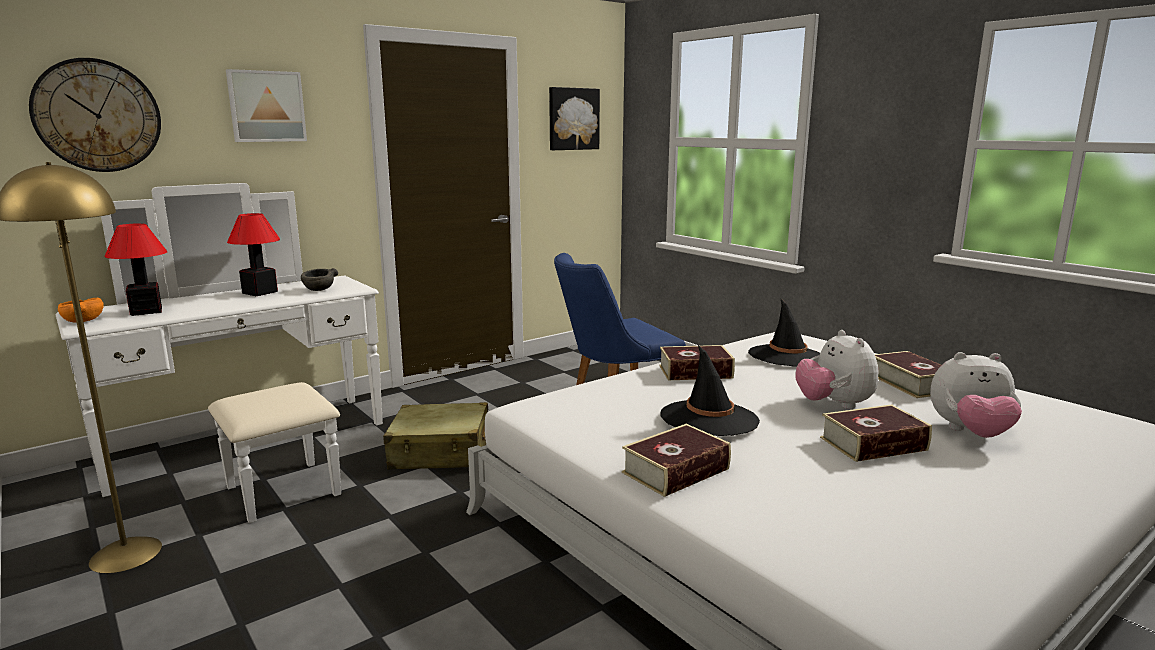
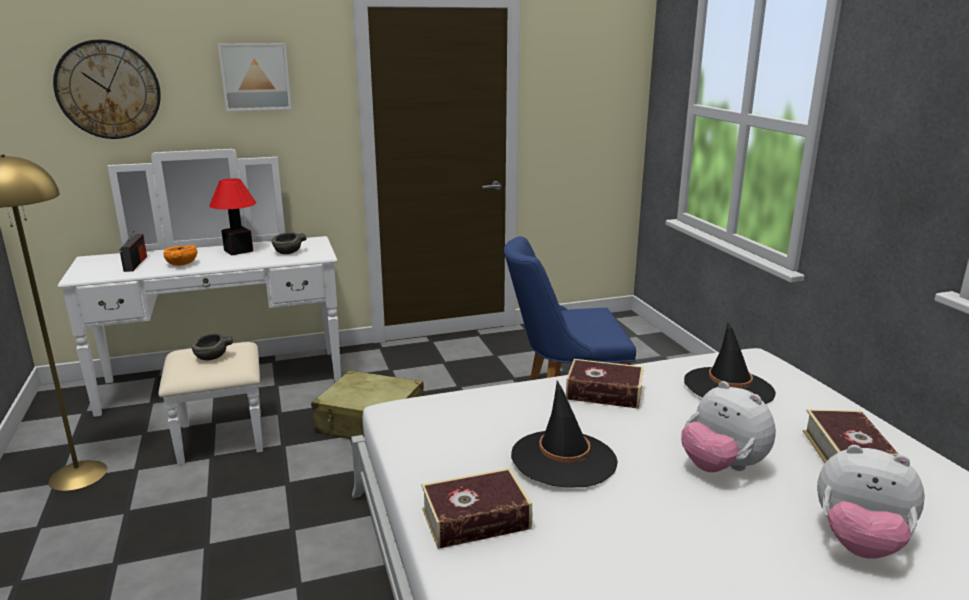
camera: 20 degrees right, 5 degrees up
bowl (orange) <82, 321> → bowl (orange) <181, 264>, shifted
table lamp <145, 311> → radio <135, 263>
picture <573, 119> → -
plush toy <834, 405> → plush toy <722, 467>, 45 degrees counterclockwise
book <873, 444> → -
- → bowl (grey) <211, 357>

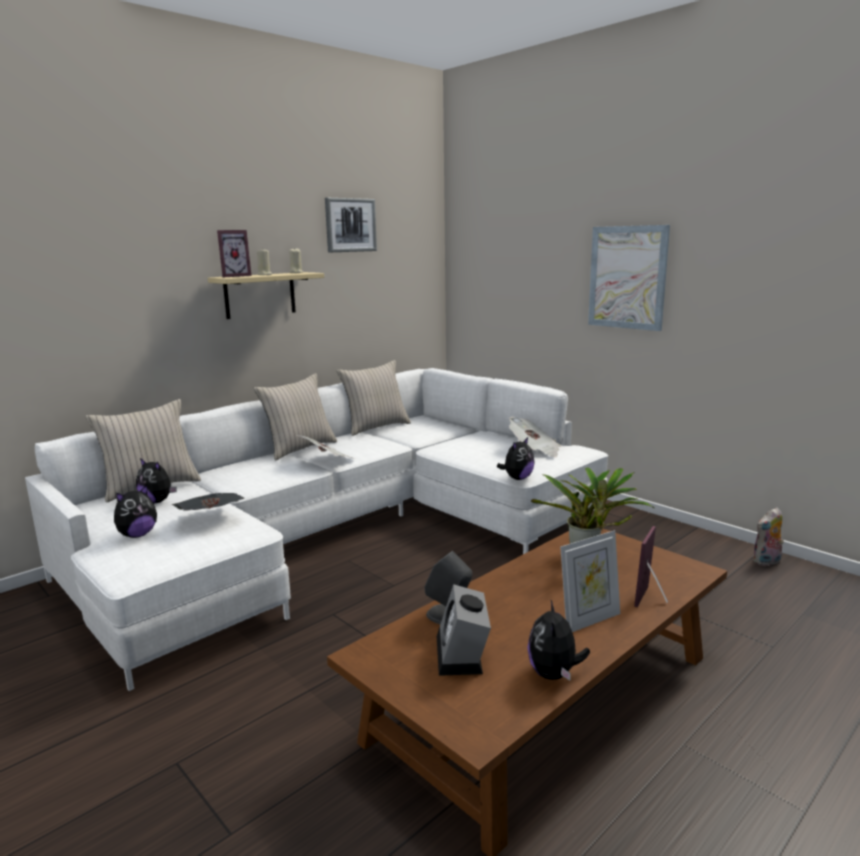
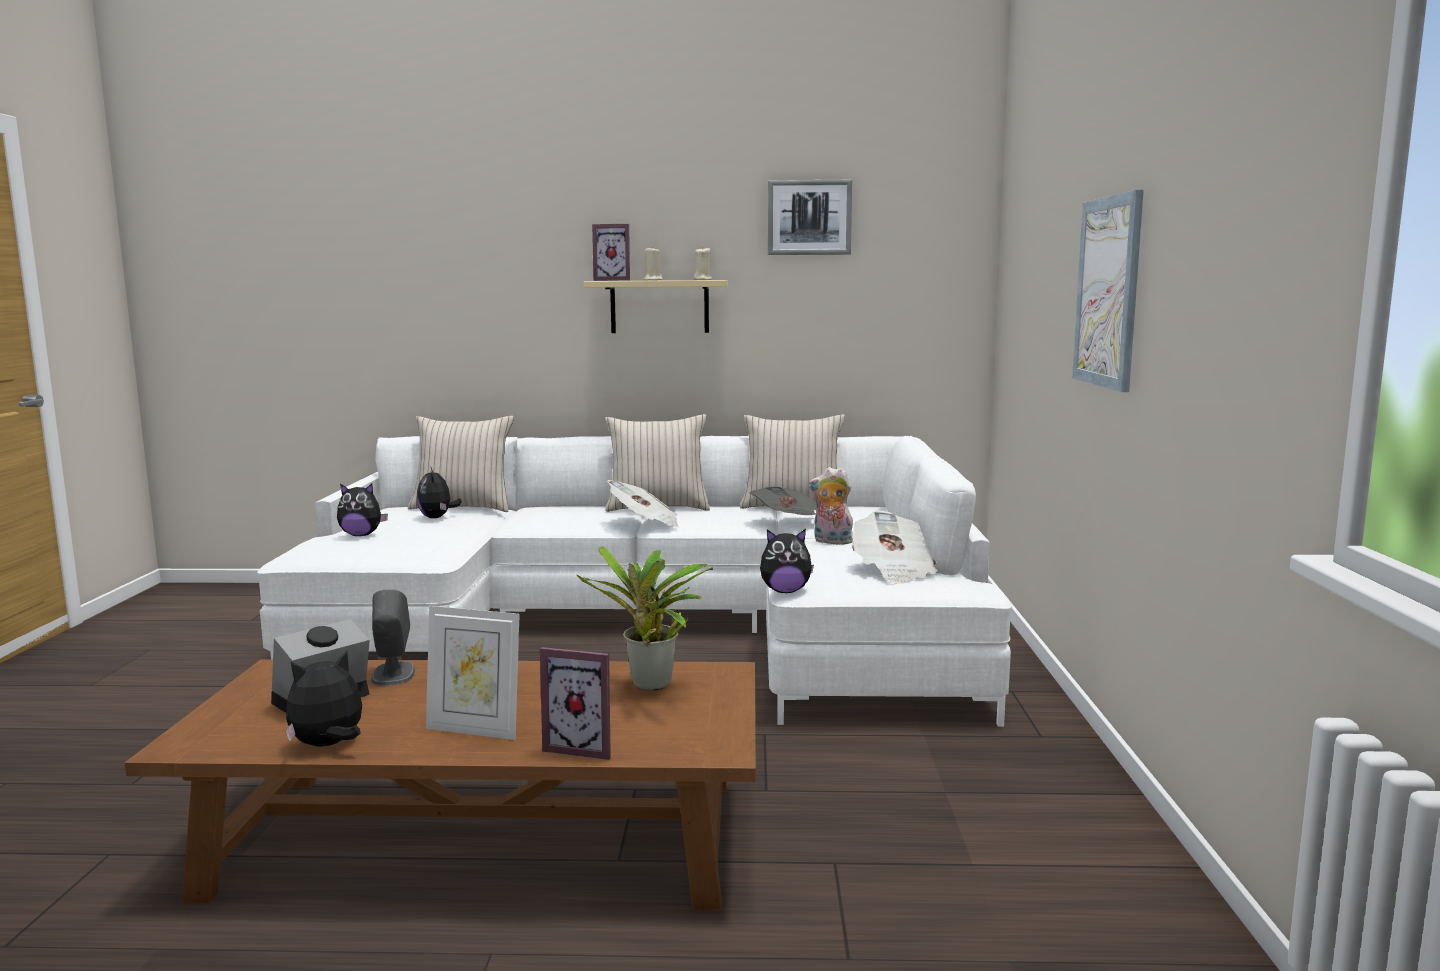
camera: 45 degrees right, 5 degrees down
newspaper <211, 519> → newspaper <788, 521>, shifted
picture frame <653, 599> → picture frame <583, 746>, 150 degrees counterclockwise
plush toy <767, 562> → plush toy <831, 542>, shifted

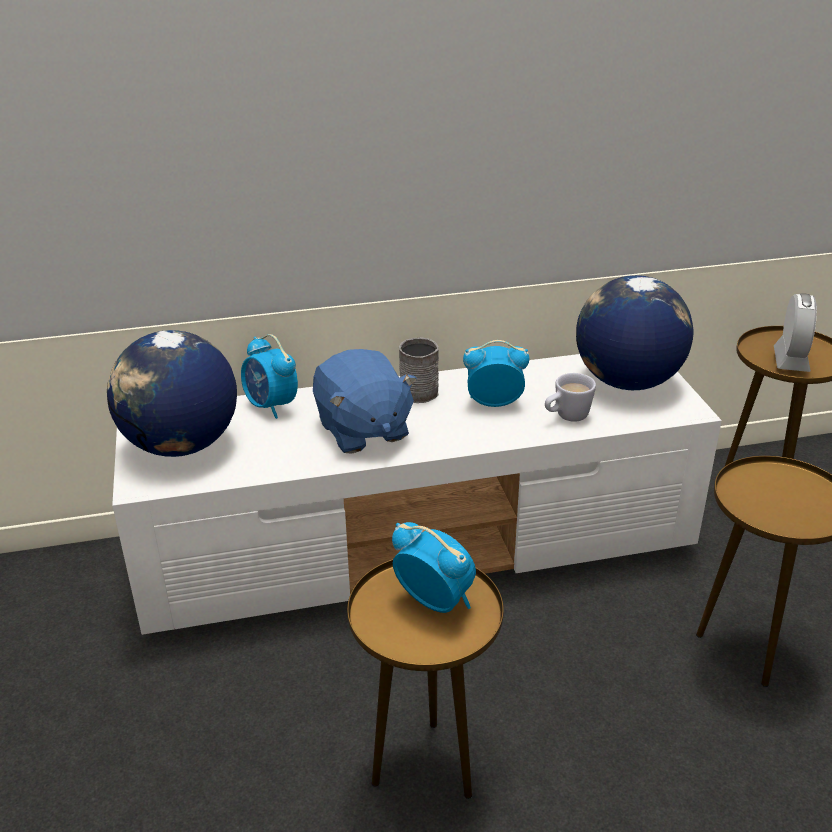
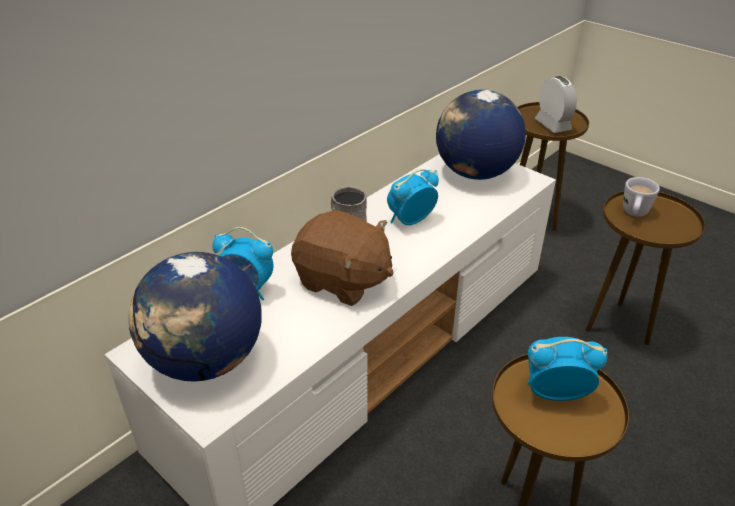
camera: 35 degrees left, 5 degrees up
plush toy (blue) <362, 430> → plush toy (brown) <343, 281>
mug (white) <566, 417> → mug (white) <634, 214>, shifted

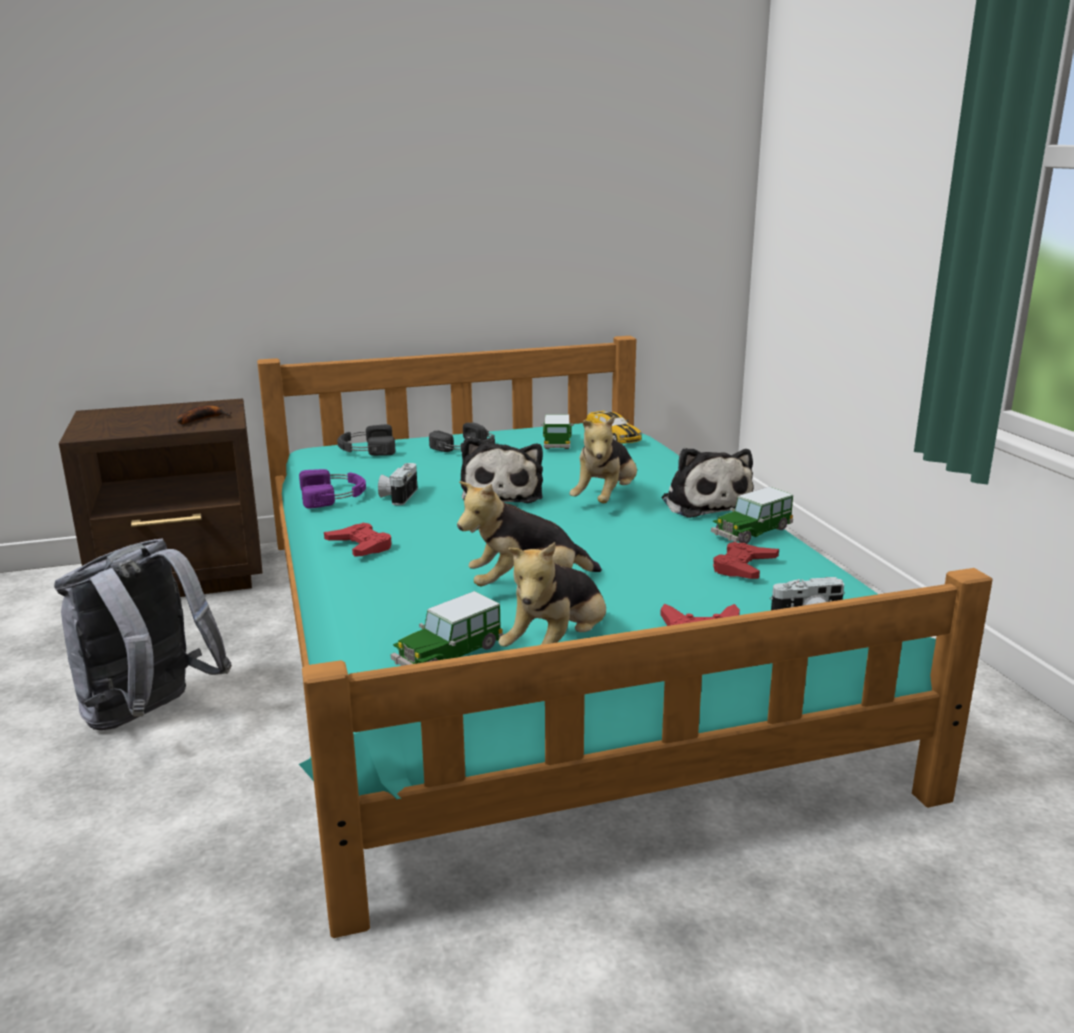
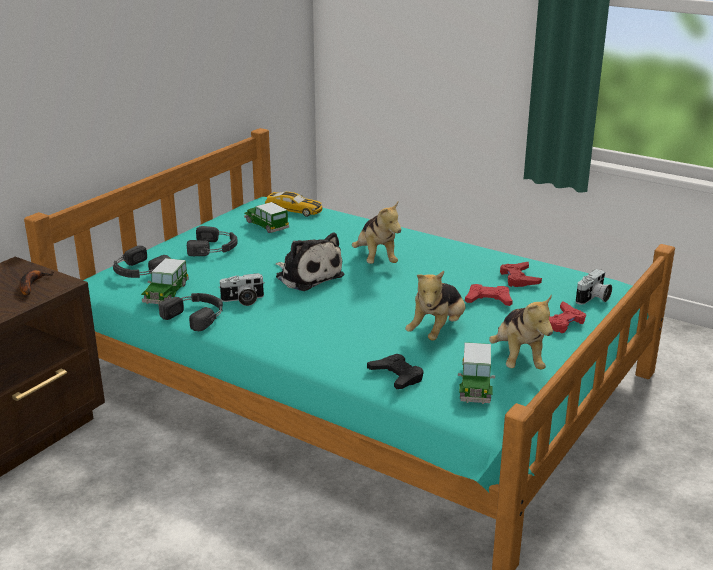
camera: 40 degrees left, 5 degrees up
backpack (grey) <149, 716> → -
headphones (purple) <334, 495> → headphones (black) <196, 315>
game controller (red) <360, 546> → game controller (red) <488, 300>, shifted
photo camera <398, 496> → photo camera <243, 300>, 75 degrees counterclockwise
plush toy <704, 503> → -
toy car <751, 532> → toy car <166, 293>, shifted
- → game controller (black) <396, 376>

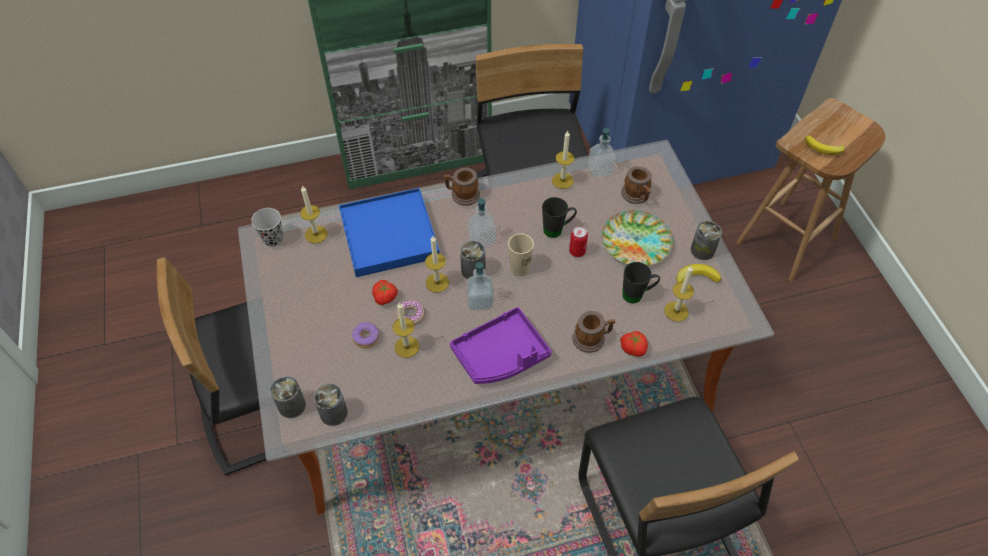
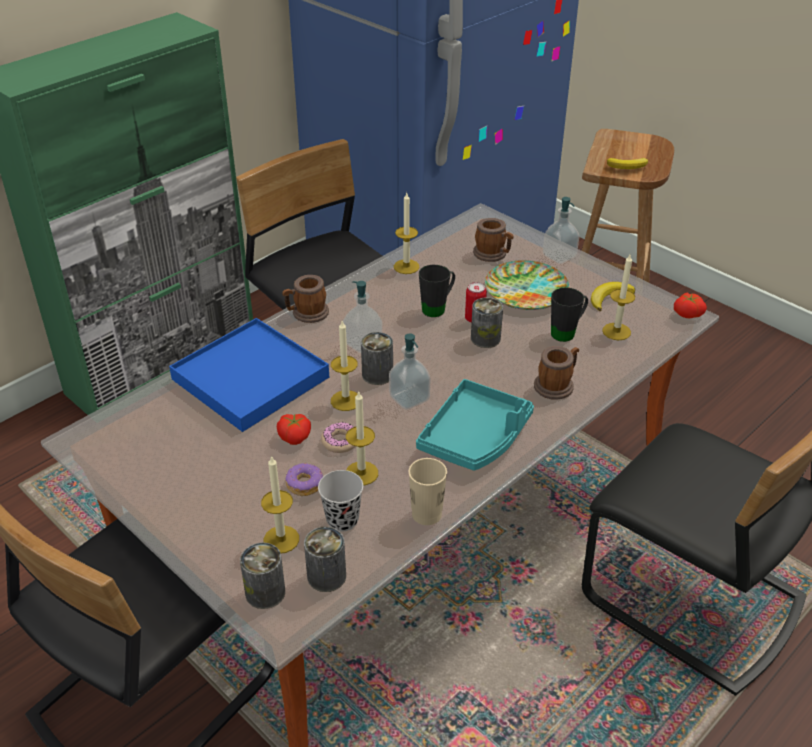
camera: 30 degrees left, 15 degrees down
cup (black) <273, 238> → cup (black) <342, 520>, shifted
candle <316, 234> → candle <281, 539>, shifted
tray (purple) <501, 355> → tray (turquoise) <475, 437>
cup (beige) <519, 268> → cup (beige) <426, 514>, shifted
soap dispenser <600, 169> → soap dispenser <559, 256>, shifted
tomato <633, 347> → tomato <687, 313>, shifted
can <702, 250> → can <485, 338>, shifted

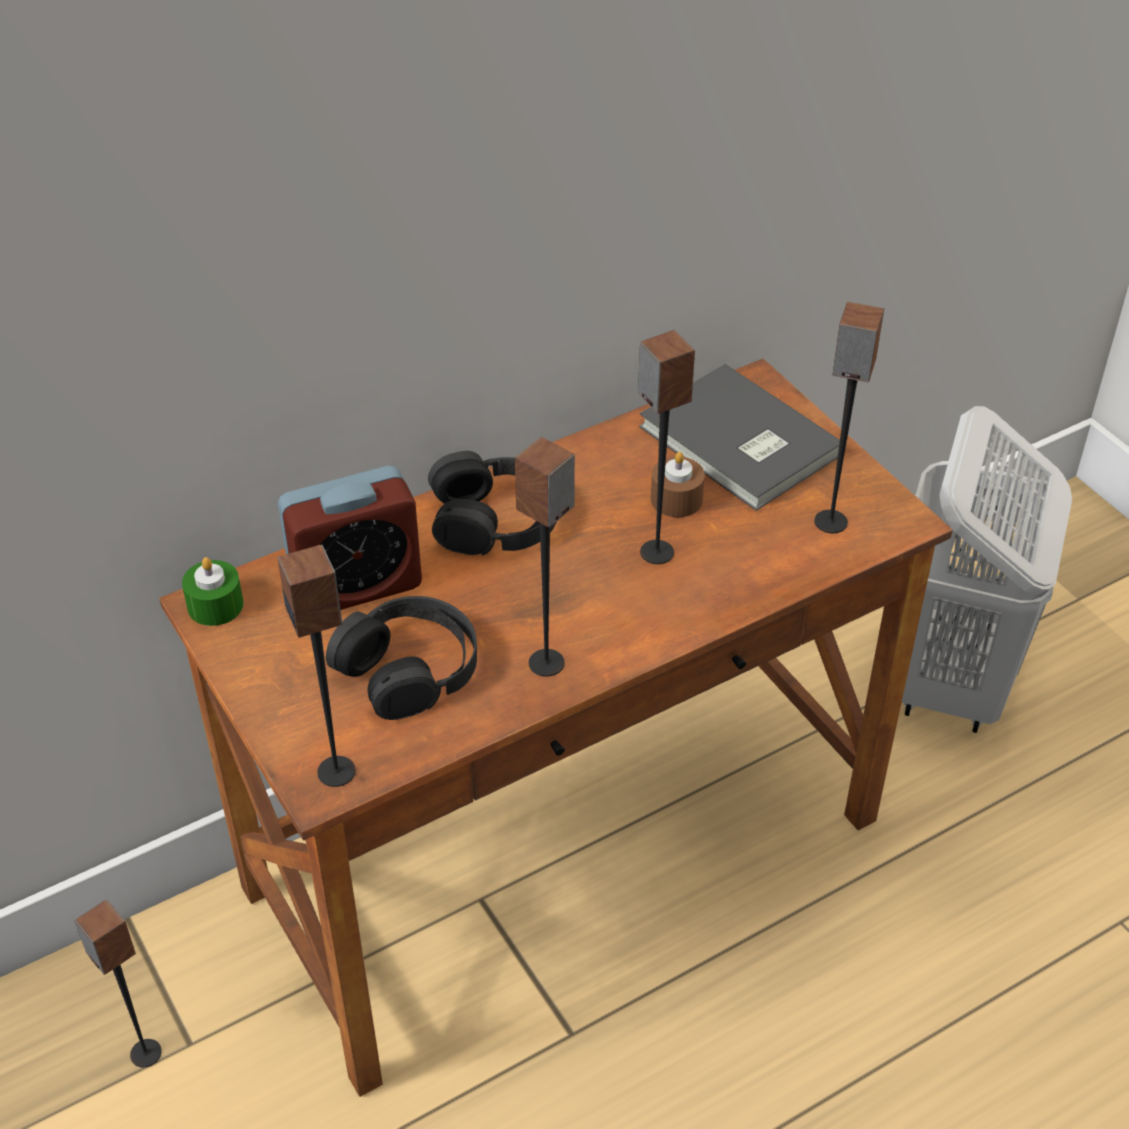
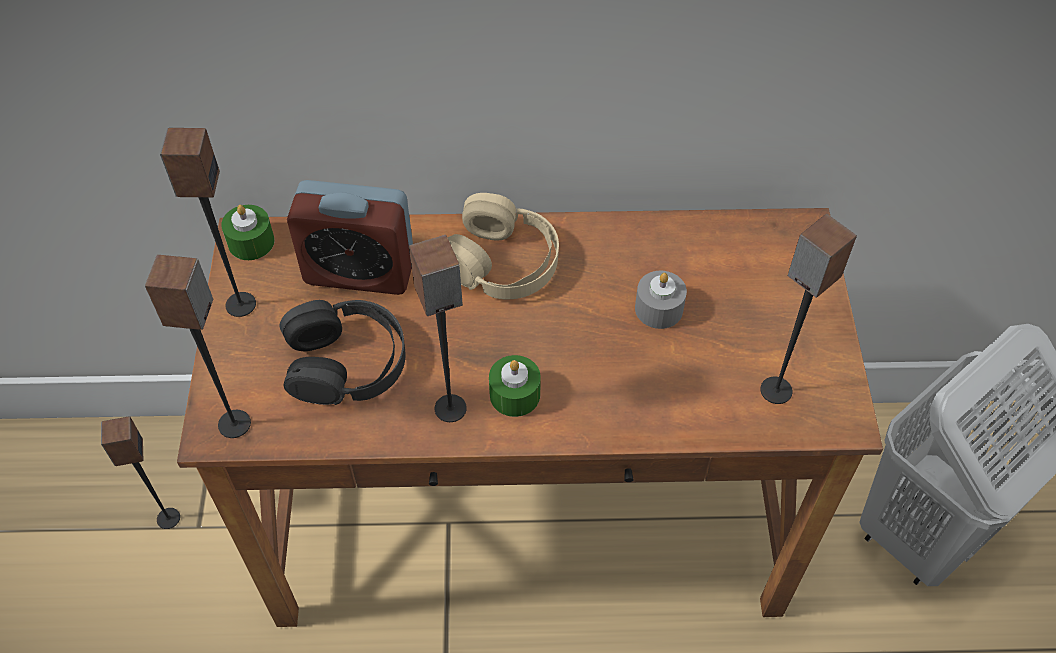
camera: 30 degrees right, 10 degrees up
headphones (black) <495, 519> → headphones (beige) <501, 261>
speaker <656, 552> → speaker <240, 304>, shifted
book (grey) <738, 444> → -
candle (brown) <676, 499> → candle (grey) <659, 309>
- → candle (green) <515, 394>

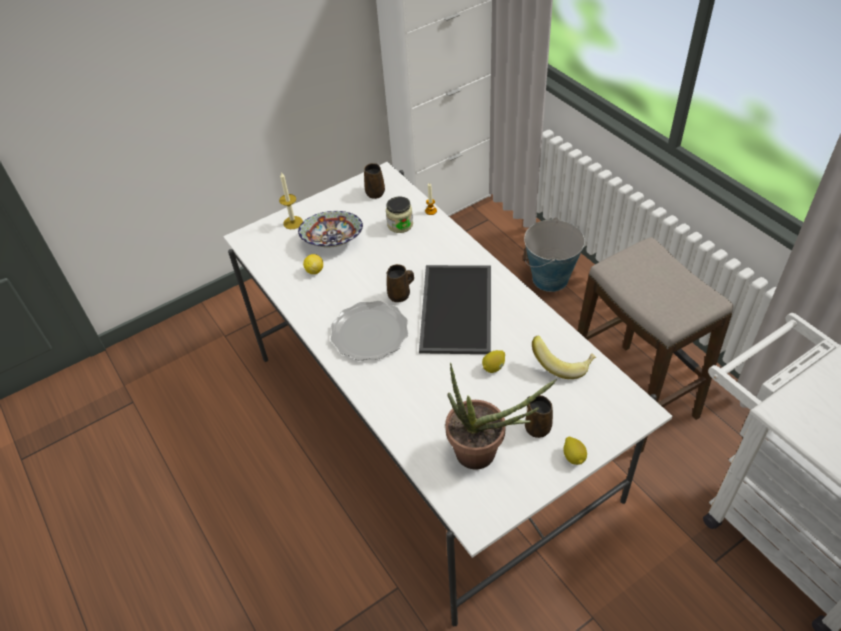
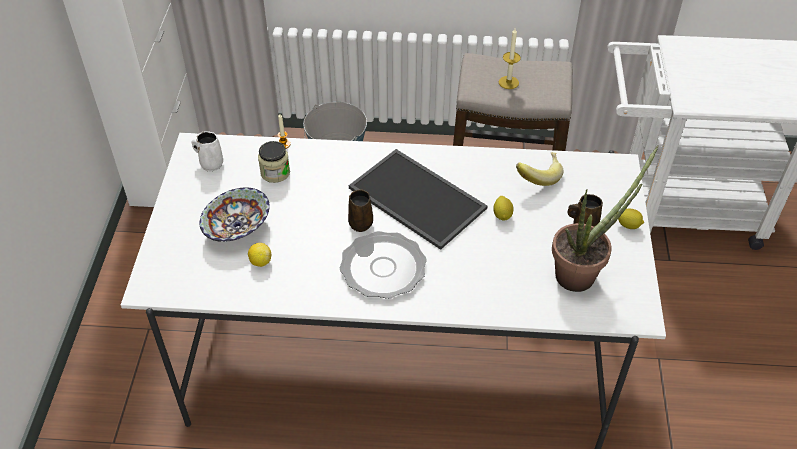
camera: 55 degrees left, 0 degrees up
candle <293, 222> → candle <508, 82>, shifted
mug (brown) <375, 192> → mug (white) <210, 163>

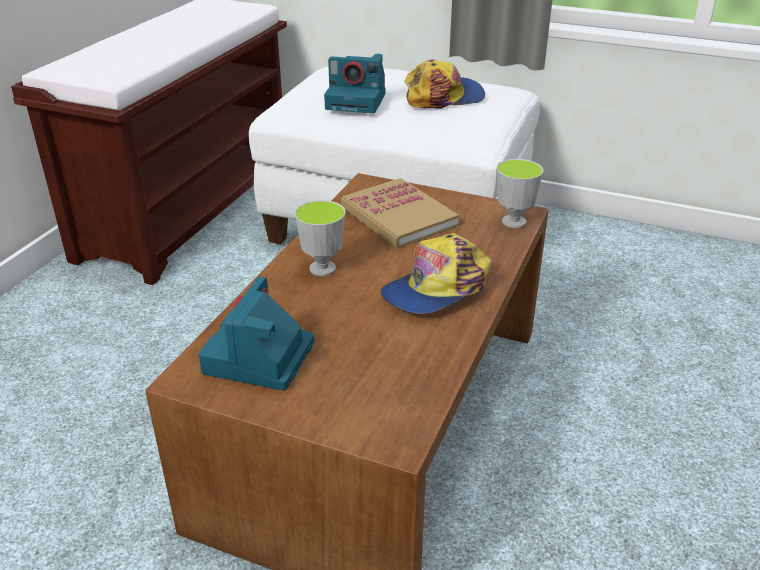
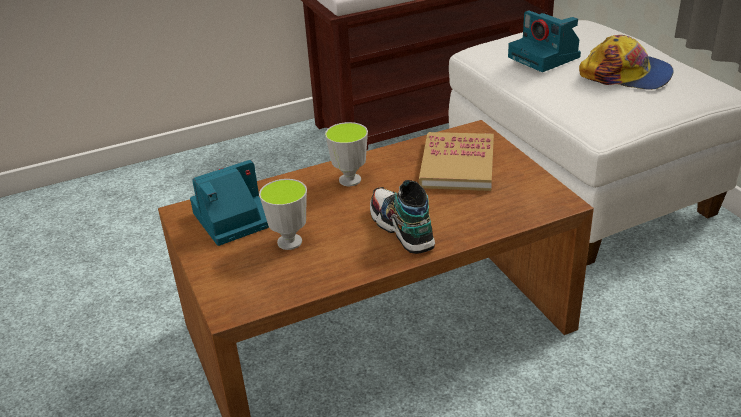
camera: 45 degrees right, 0 degrees up
cap <437, 289> → shoe <401, 229>
cup <514, 222> → cup <289, 242>, shifted

